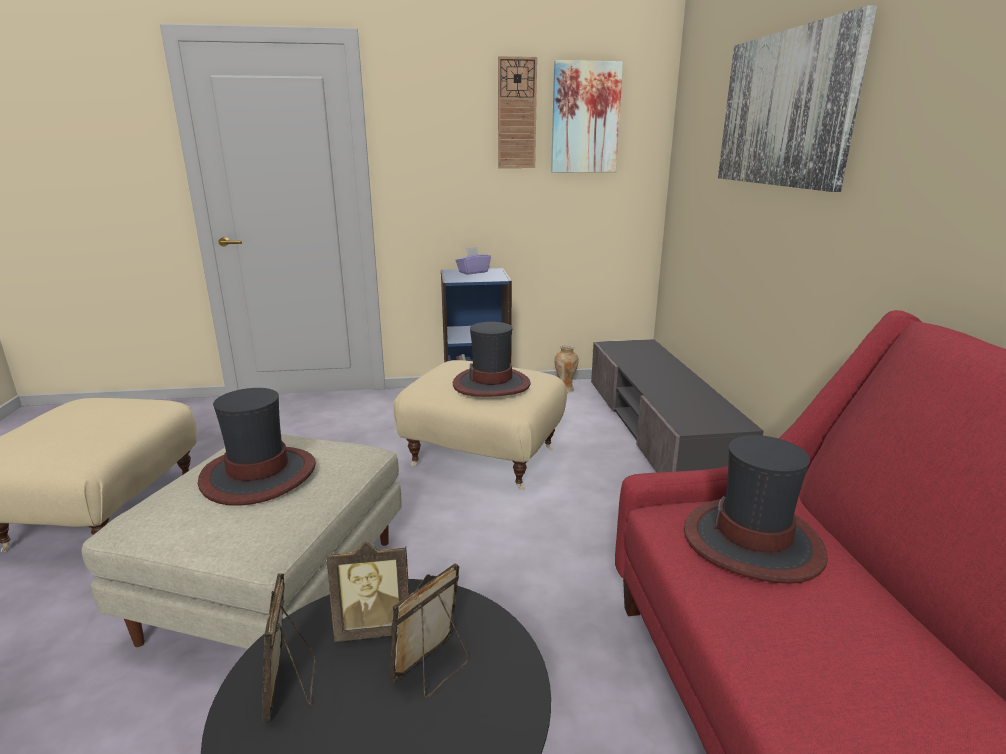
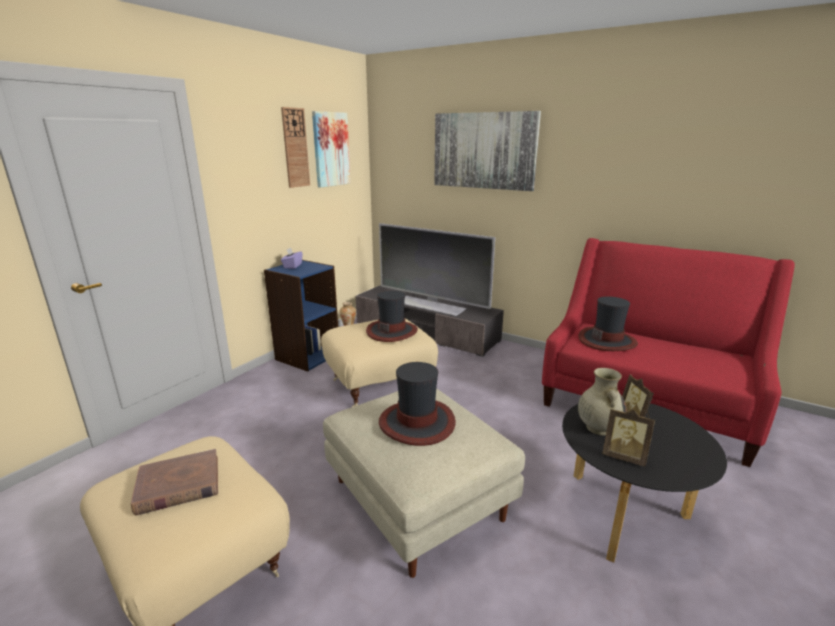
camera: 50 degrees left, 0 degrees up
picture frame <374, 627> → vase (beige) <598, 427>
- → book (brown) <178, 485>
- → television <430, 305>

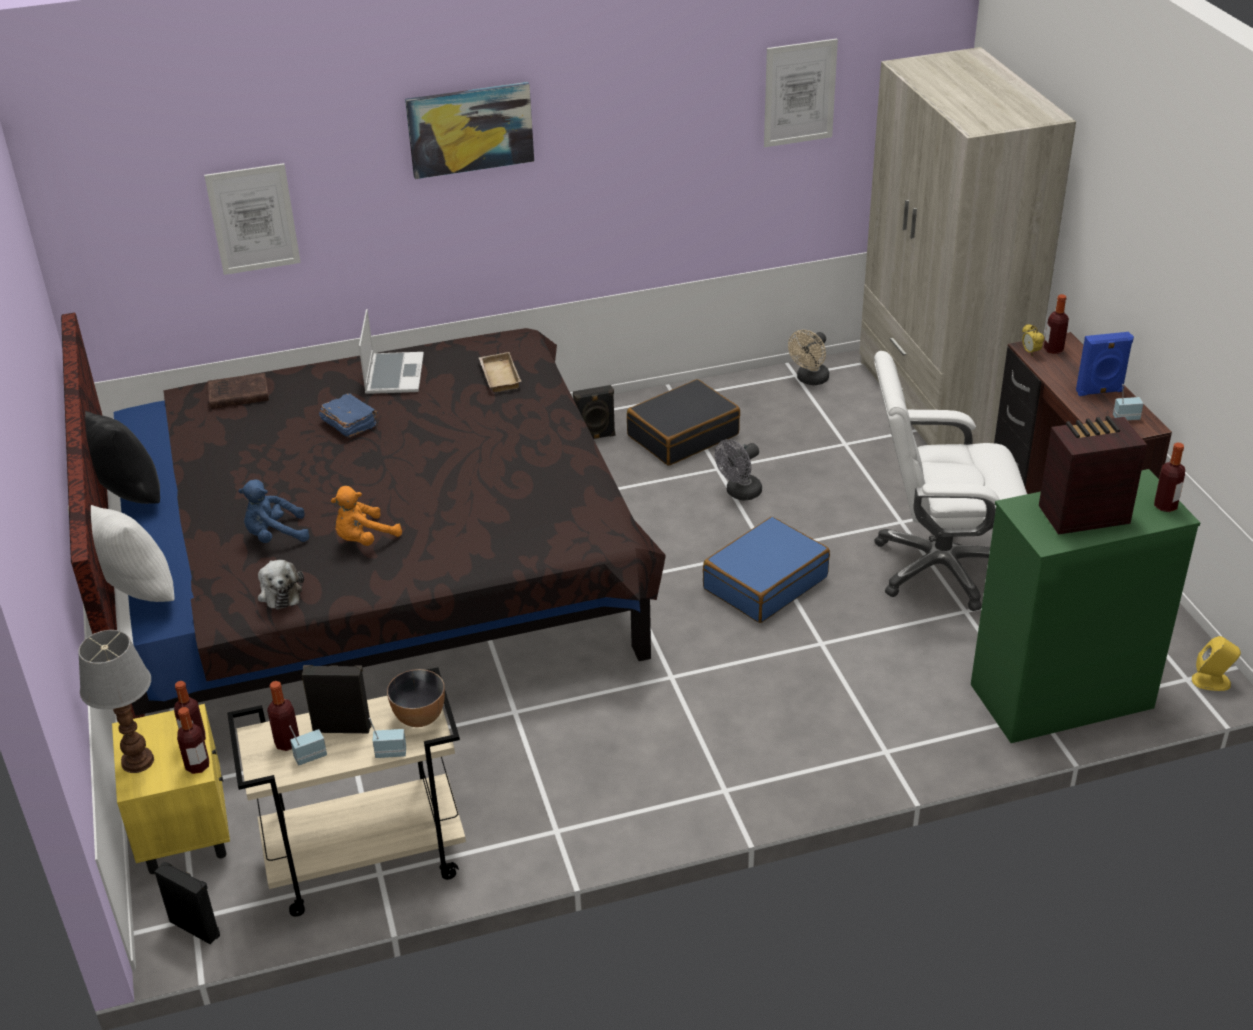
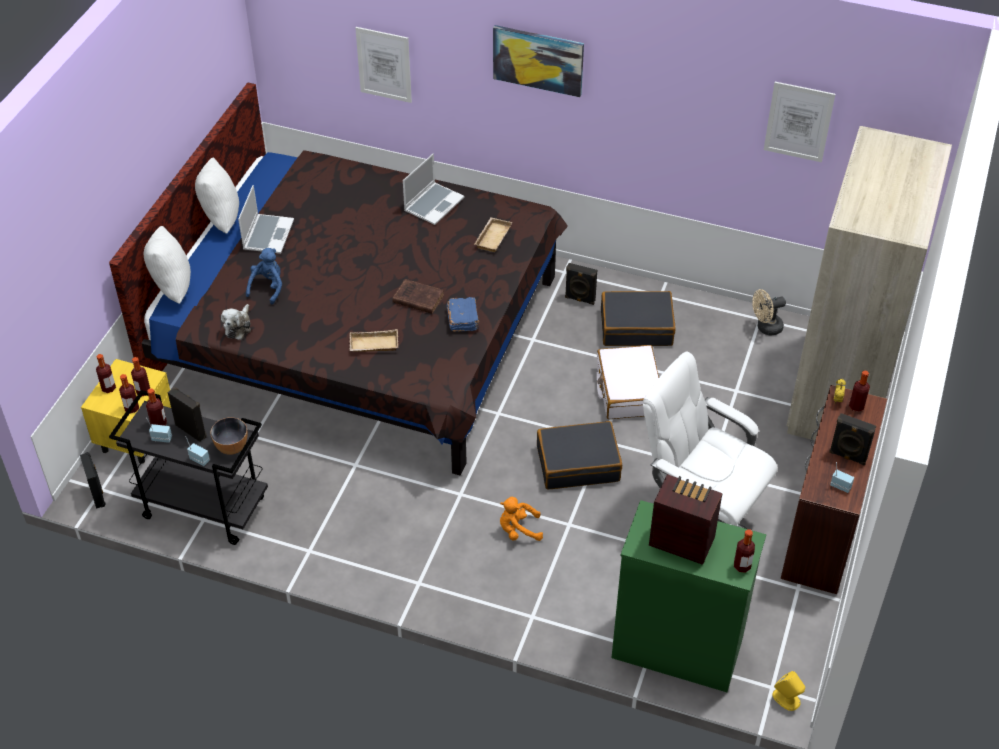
camera: 35 degrees right, 10 degrees up
table lamp <137, 760> → bottle <108, 388>
pillow (black) <124, 497> → pillow (white) <219, 218>
book (brown) <237, 395> → book (brown) <417, 298>, shifted
cart (beige) <365, 862> → cart (black) <202, 508>
plush toy (blue) <274, 536> → plush toy (blue) <268, 287>, 90 degrees clockwise
book (blue) <349, 424> → book (blue) <463, 319>, shifted
plush toy (orange) <364, 539> → plush toy (orange) <518, 530>, shifted
suitcase (blue) <765, 582> → suitcase (black) <578, 463>
fan (grey) <739, 493> → suitcase (white) <628, 390>
speaker (blue) <1099, 392> → speaker (black) <847, 456>
- → laptop <268, 234>
- → tray (beige) <373, 345>

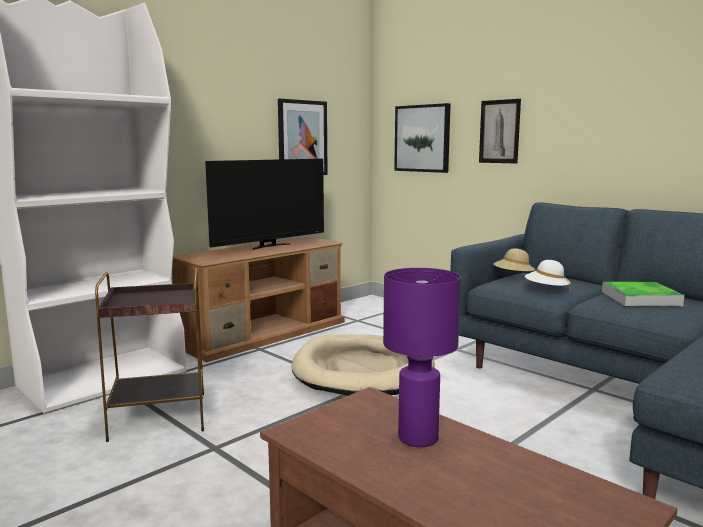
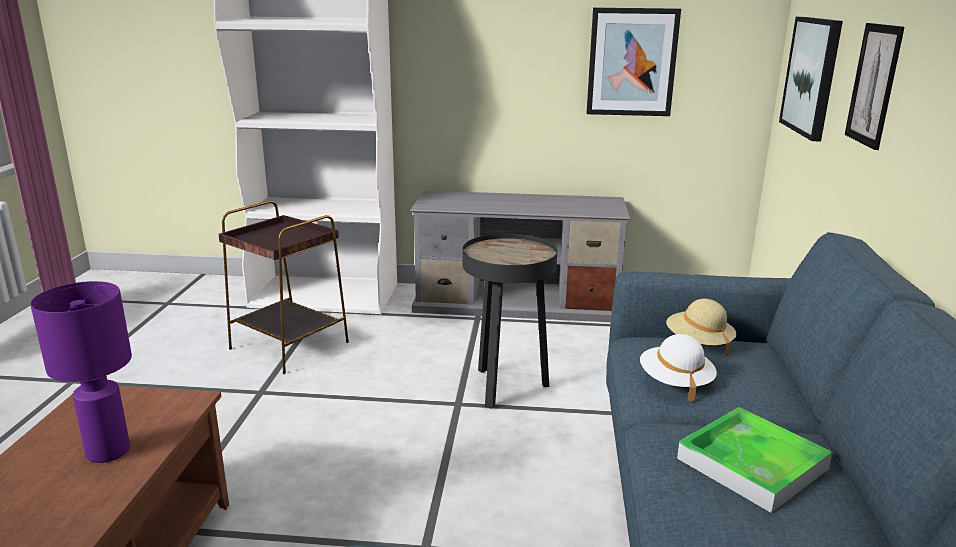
camera: 50 degrees right, 10 degrees up
tv stand (brown) <265, 333> → tv stand (grey) <518, 303>
television <269, 246> → -
dog bed (beige) <363, 371> → side table (black) <506, 388>

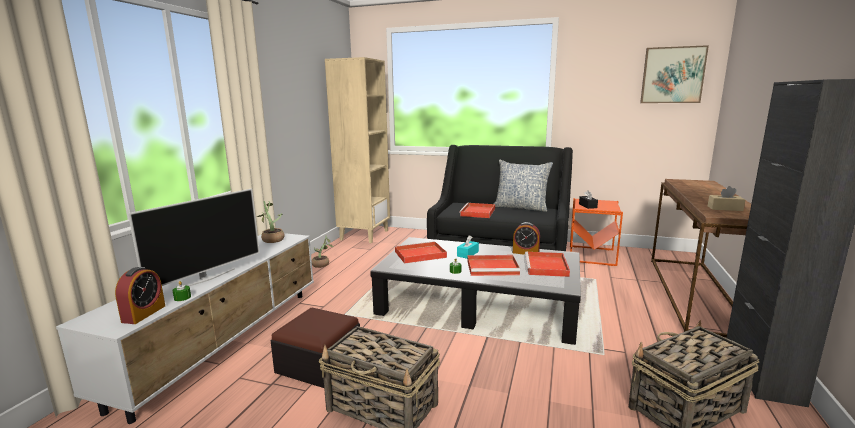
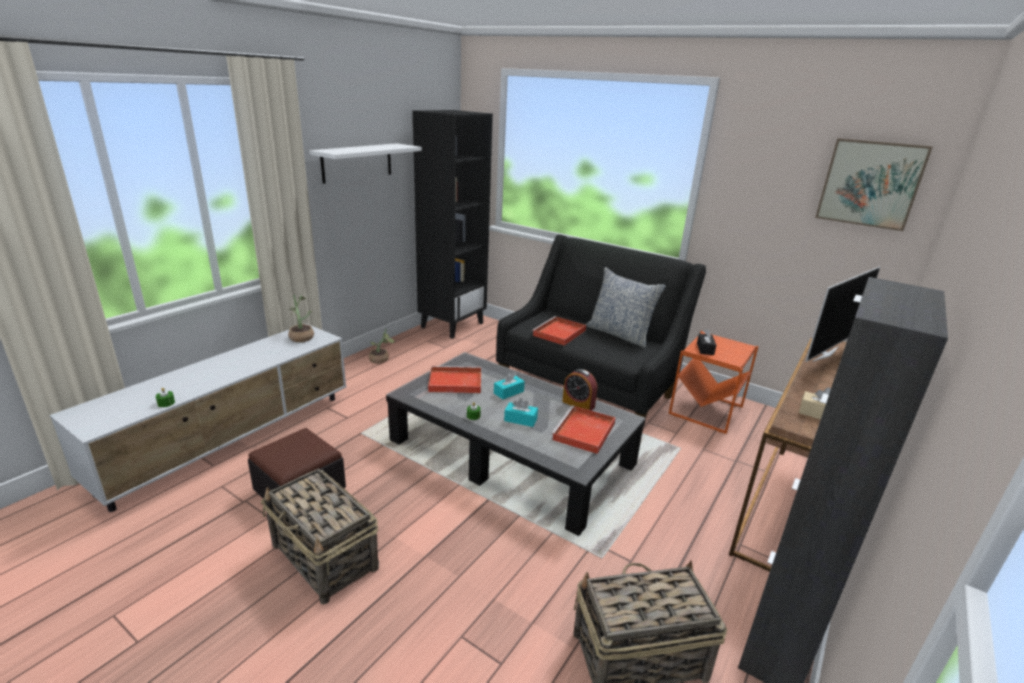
camera: 15 degrees right, 10 degrees up
alarm clock <144, 314> → -
television <206, 279> → television <824, 353>, shifted
bookcase (beige) <364, 235> → bookcase (black) <452, 325>
tray (red) <493, 267> → tissue box (turquoise) <520, 420>
- → shelf (white) <357, 162>

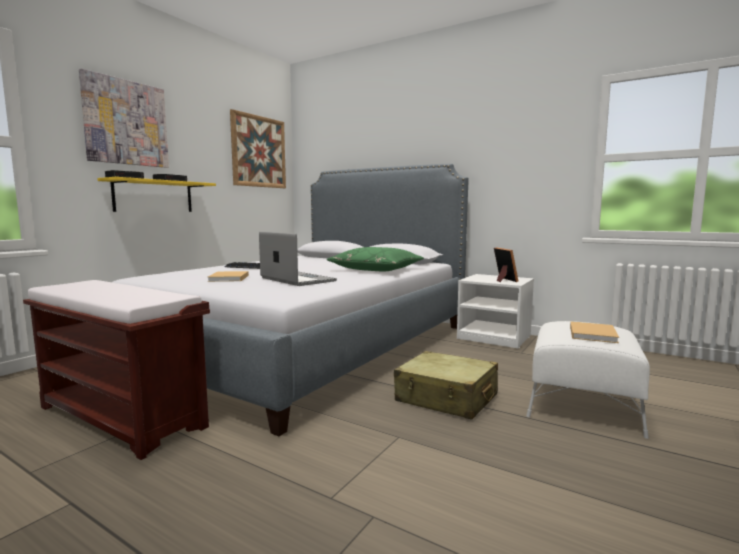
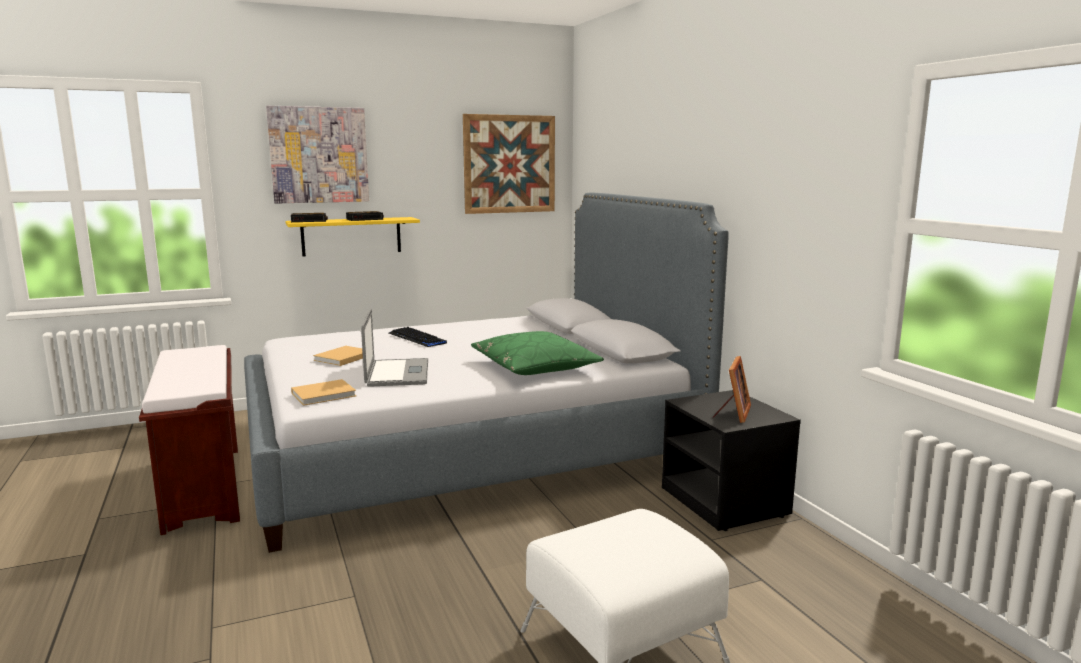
camera: 35 degrees right, 5 degrees up
suitcase (beige) <446, 398> → -
nightstand (white) <495, 337> → nightstand (black) <726, 502>
book (beige) <592, 334> → book (beige) <325, 394>, shifted

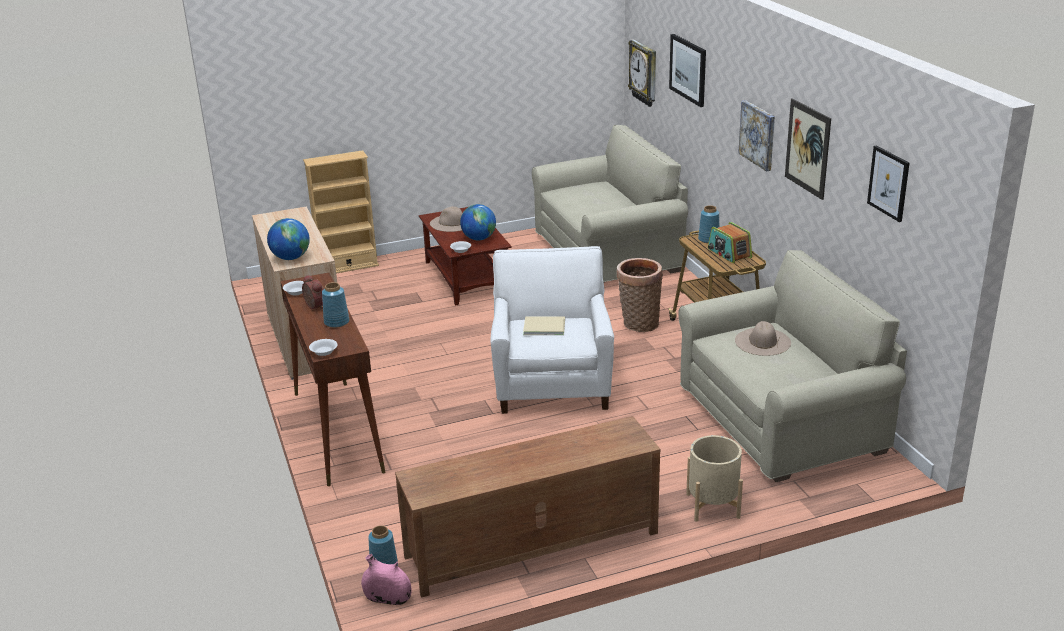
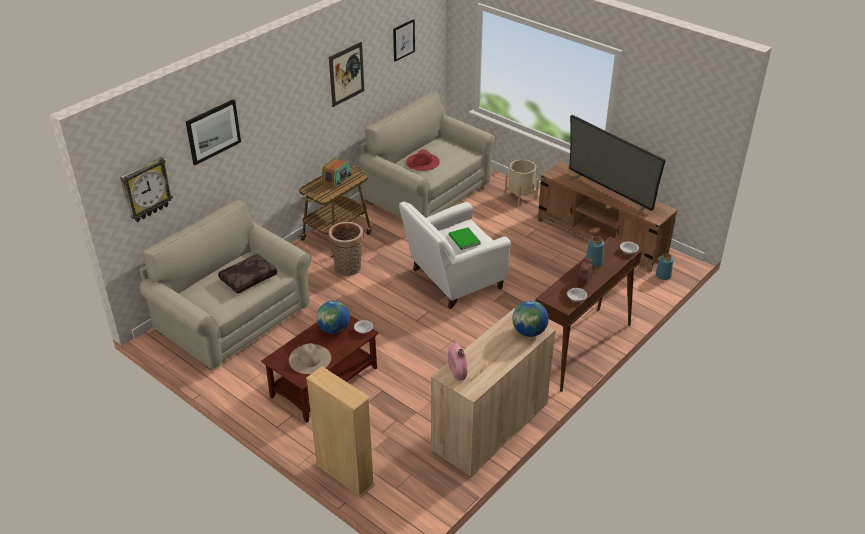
camera: 120 degrees left, 10 degrees up
vase (pink) <387, 598> → vase (pink) <457, 371>, shifted
book (beige) <543, 326> → book (green) <464, 240>
vase (blue) <708, 239> → -
hat (beige) <762, 341> → hat (red) <422, 162>
picture <758, 135> → -
- → pillow (brown) <248, 278>
- → television <609, 192>

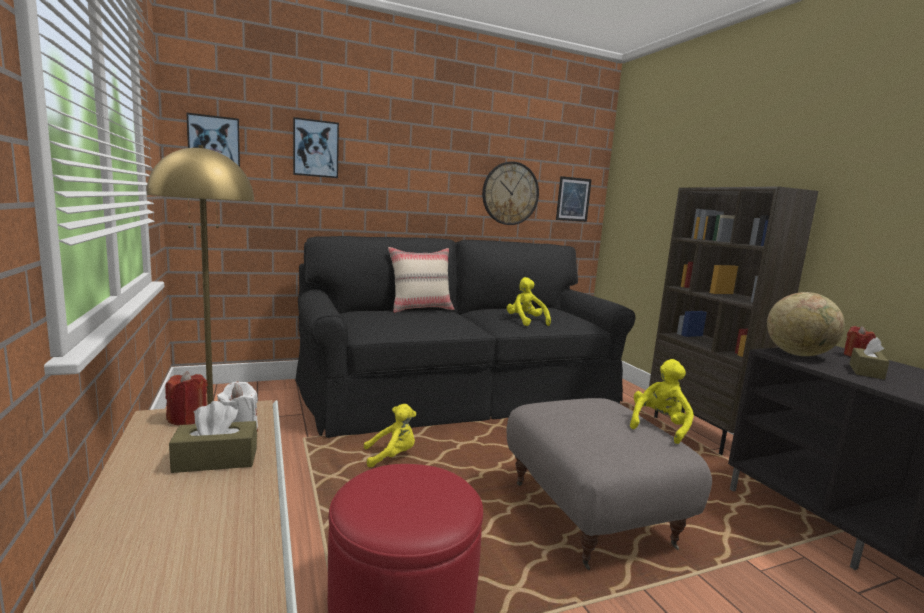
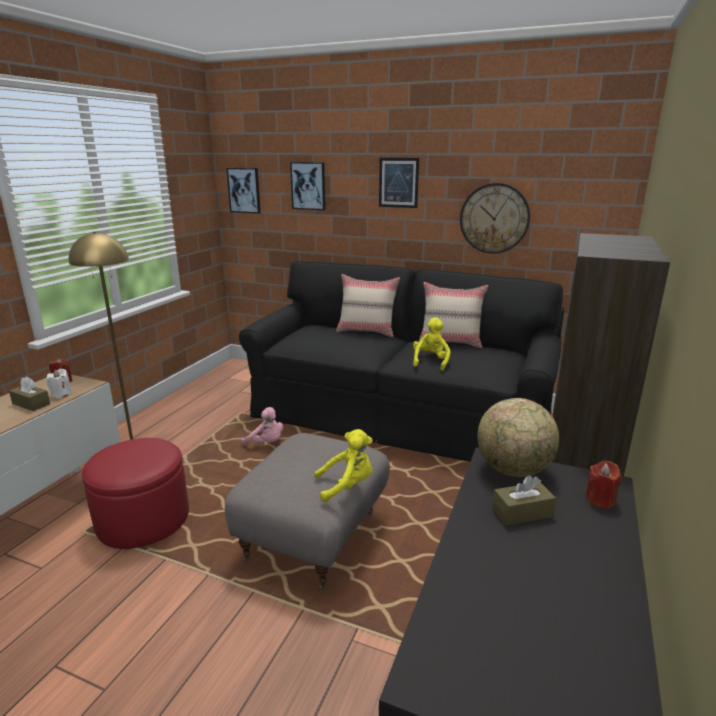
camera: 45 degrees right, 10 degrees up
plush toy (yellow) <392, 456> → plush toy (pink) <266, 443>
picture <573, 199> → picture <398, 182>, shifted
- → pillow (beige) <450, 342>

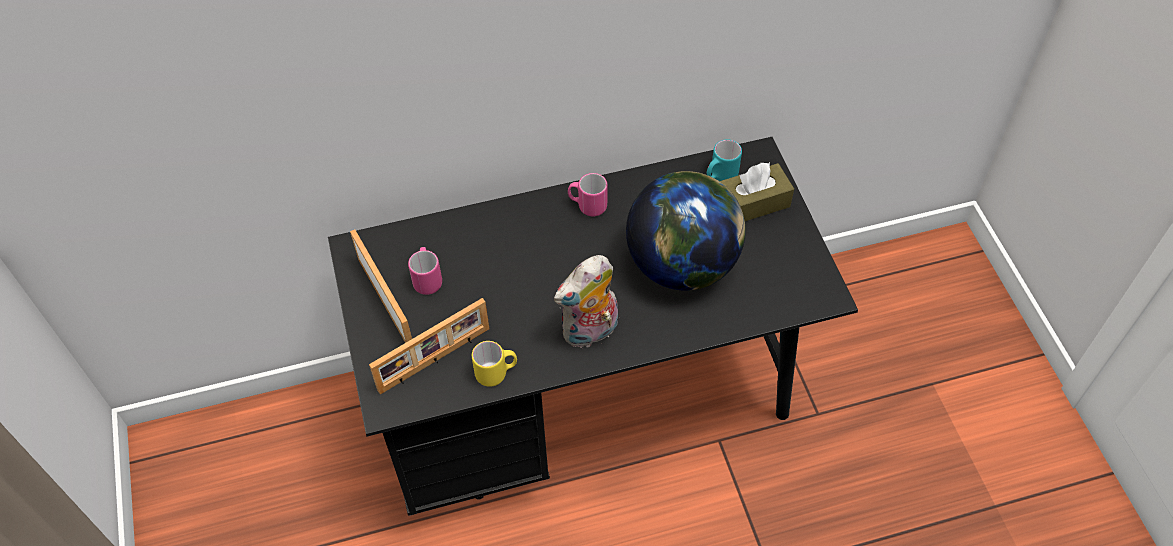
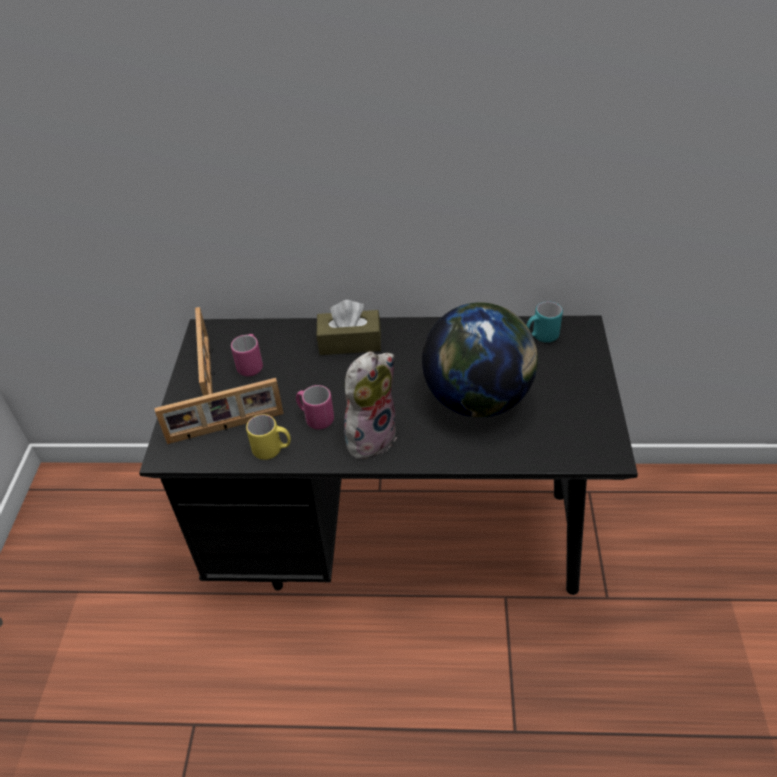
camera: 20 degrees right, 10 degrees down
plush toy <590, 332> → plush toy <370, 436>, 150 degrees clockwise
mug (pink) <587, 205> → mug (pink) <315, 418>, shifted
tissue box (brown) <752, 203> → tissue box (brown) <350, 342>, shifted

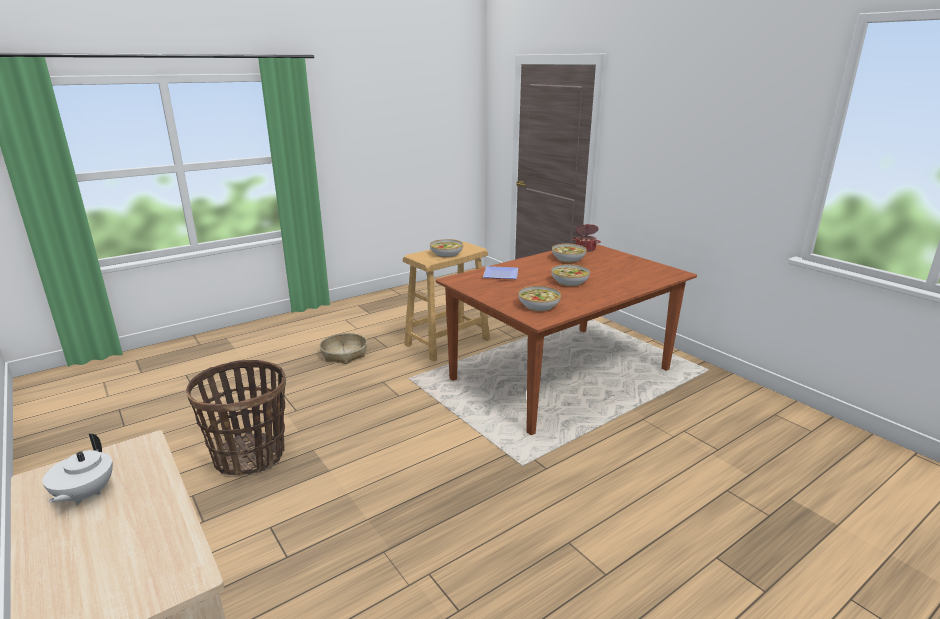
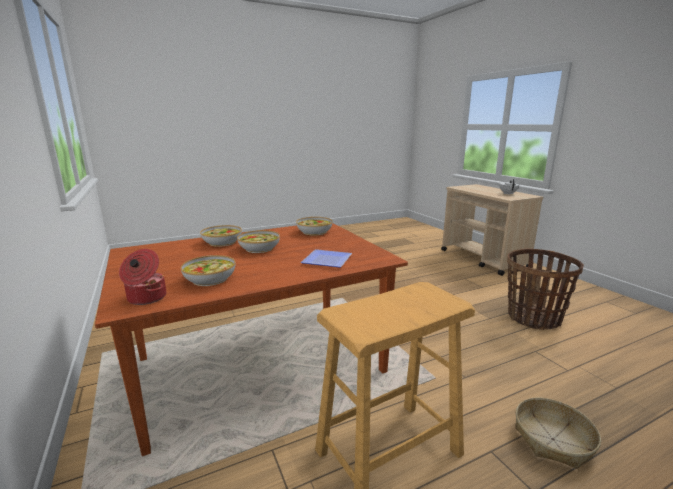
camera: 170 degrees left, 5 degrees down
bowl <446, 254> → bowl <222, 242>, shifted

